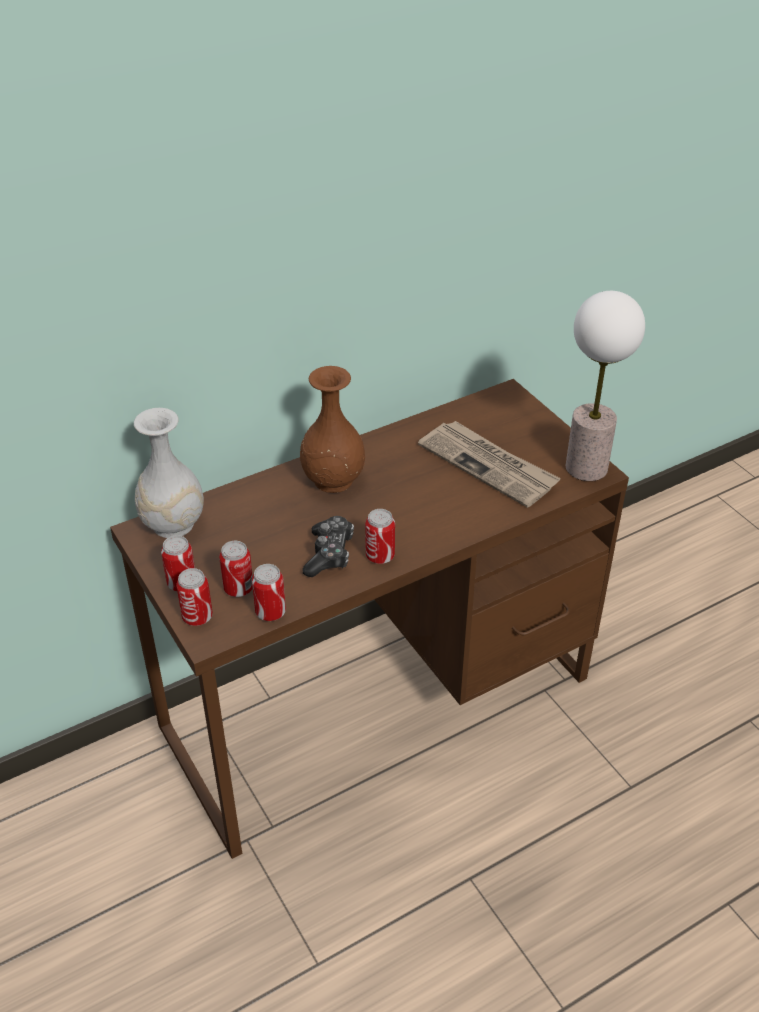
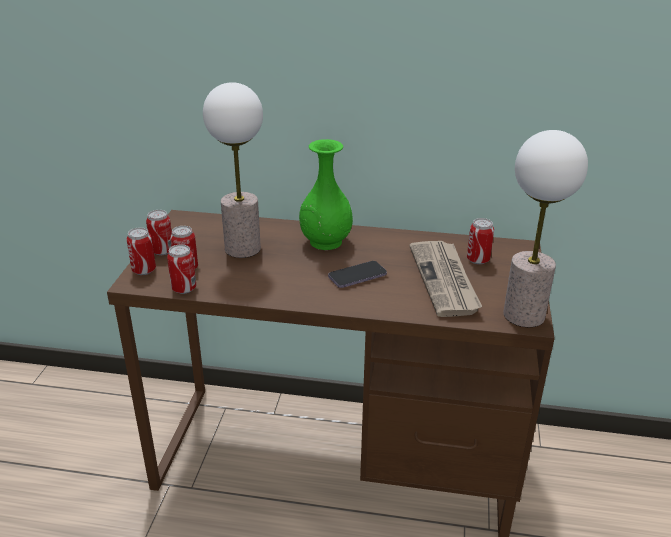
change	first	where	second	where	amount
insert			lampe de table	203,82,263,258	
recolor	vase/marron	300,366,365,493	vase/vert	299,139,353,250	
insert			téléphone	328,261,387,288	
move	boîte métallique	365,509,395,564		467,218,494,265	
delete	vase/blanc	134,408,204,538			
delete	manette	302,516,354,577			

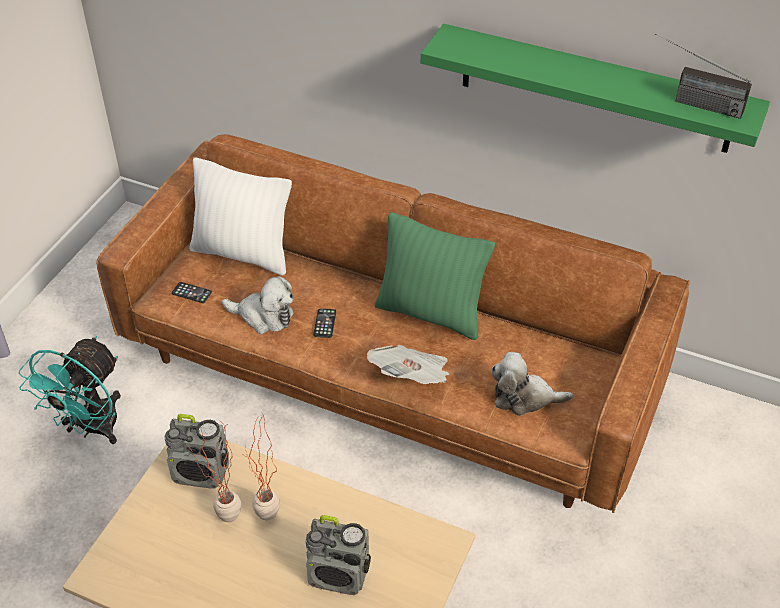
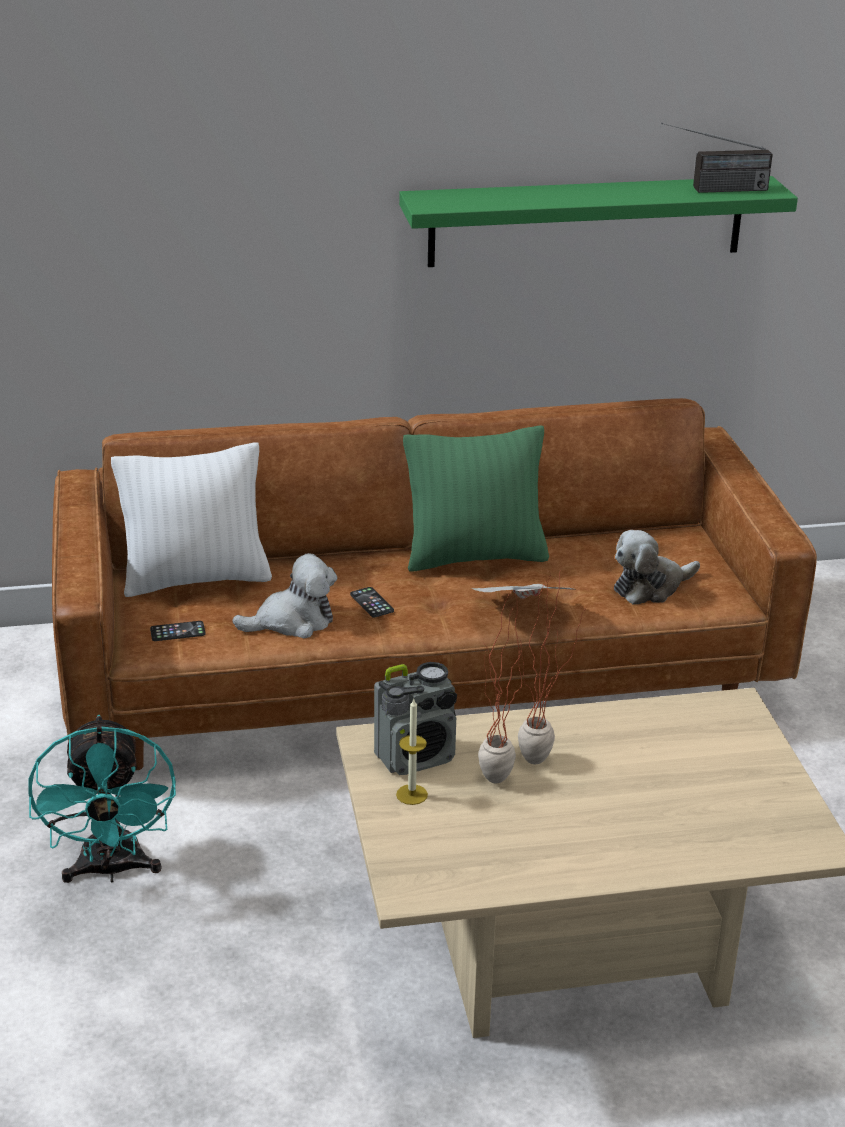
change	first	where	second	where	amount
insert			bougie	396,699,428,805	
delete	radio	305,515,371,595			

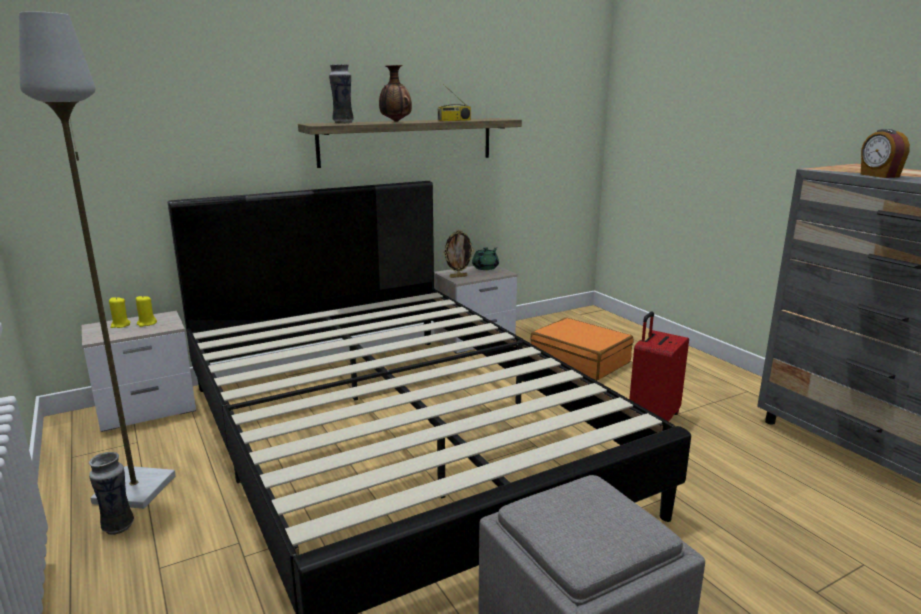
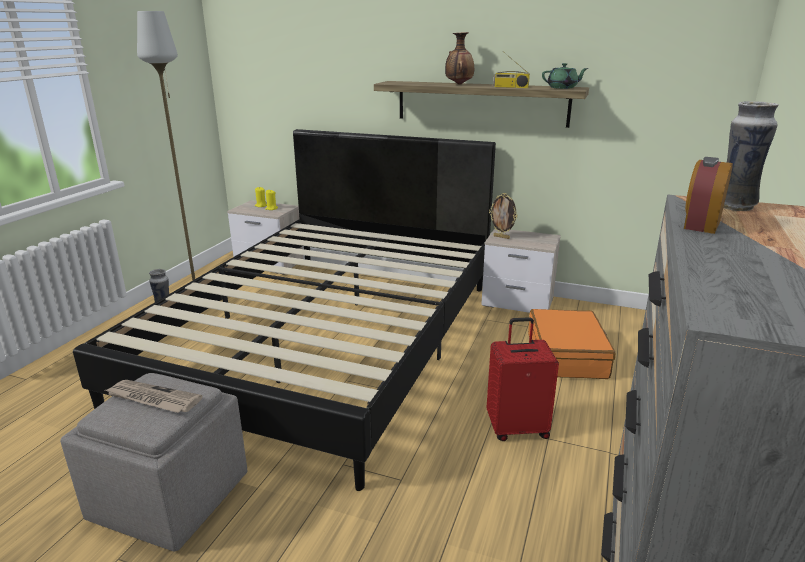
change	first	where	second	where	amount
insert			journal	105,380,203,413	
move	théière/vert	472,247,499,270		542,63,588,89	
move	vase	329,64,354,124		723,101,779,211	

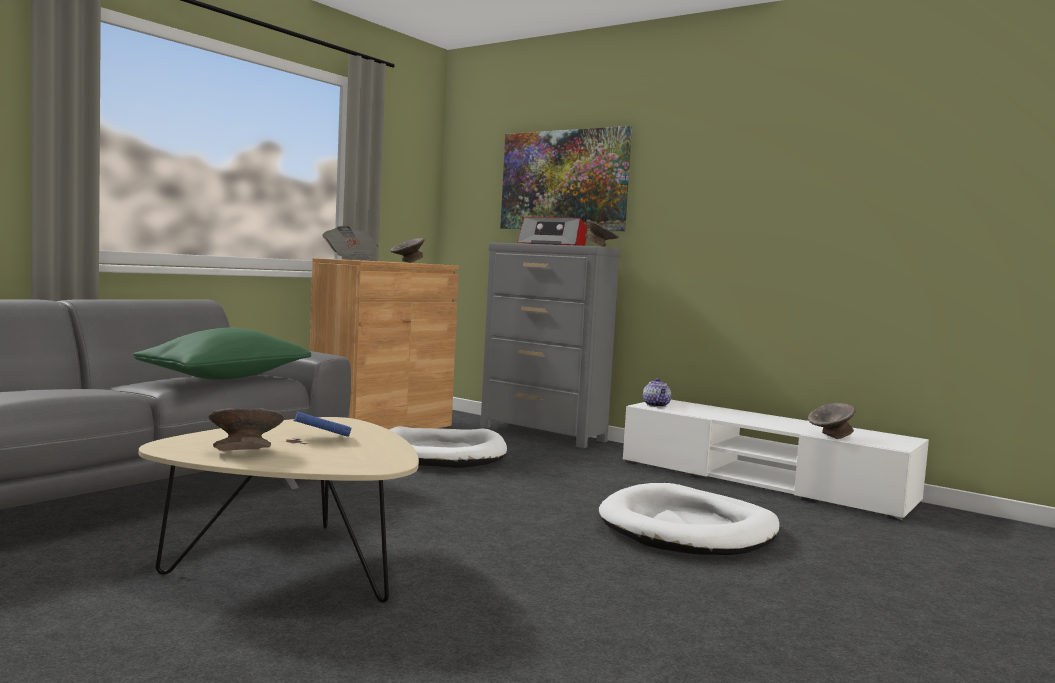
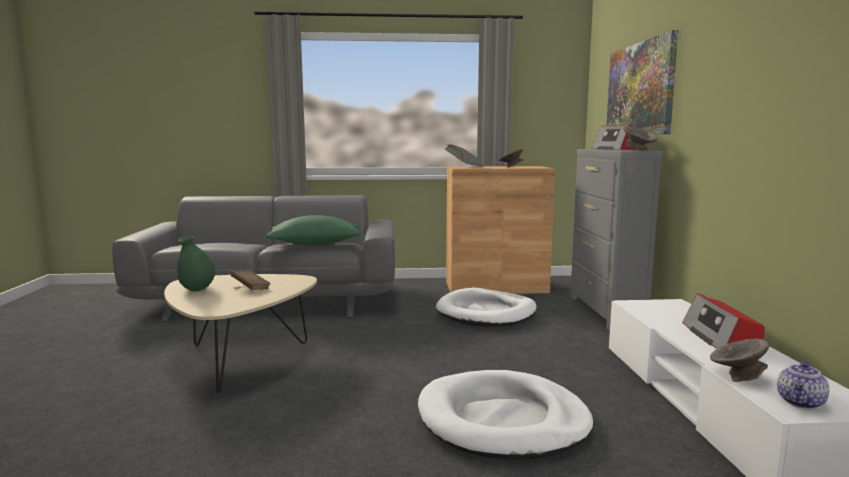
change	first	where	second	where	amount
replace	bol/gris	208,408,284,451	vase/vert	177,236,215,291	
recolor	livre/bleu	293,411,352,437	livre/marron	231,270,271,290	
insert			radio	682,293,764,349	
move	théière	643,378,671,407		777,361,829,409	

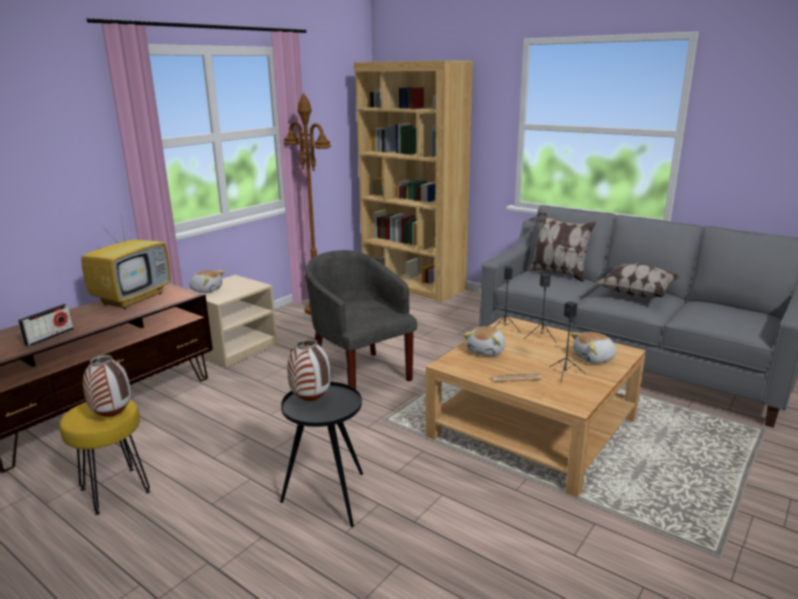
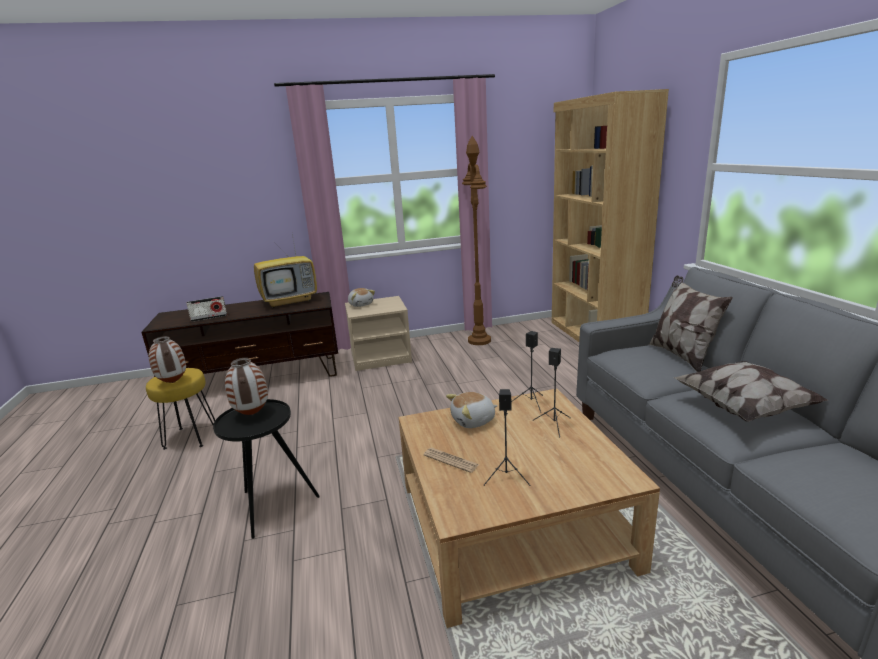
change	first	where	second	where	amount
delete	fauteuil/gris	305,250,417,389			
delete	peluche	570,332,617,363			

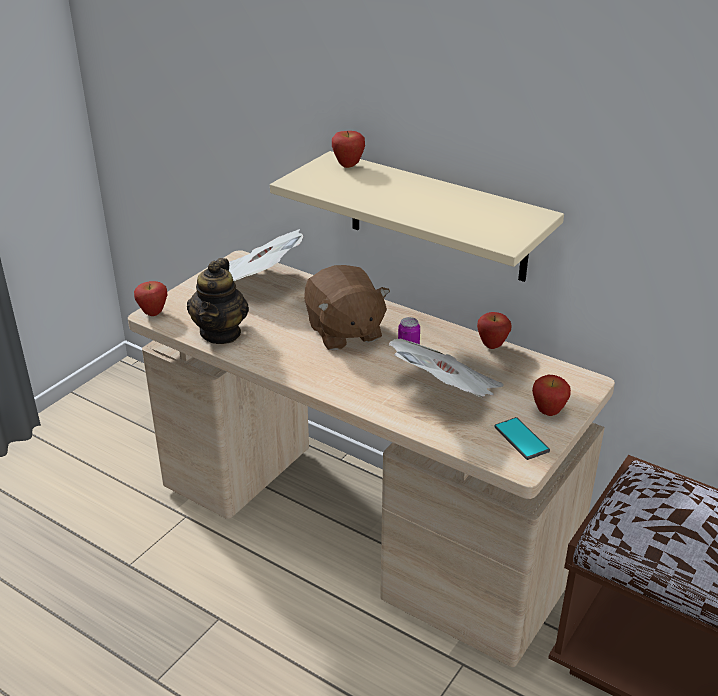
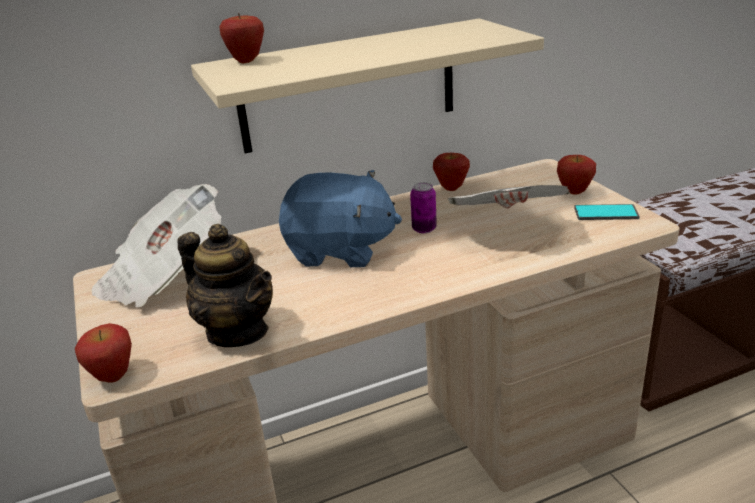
change	first	where	second	where	amount
recolor	peluche/marron	304,265,390,351	peluche/bleu	279,170,402,267	

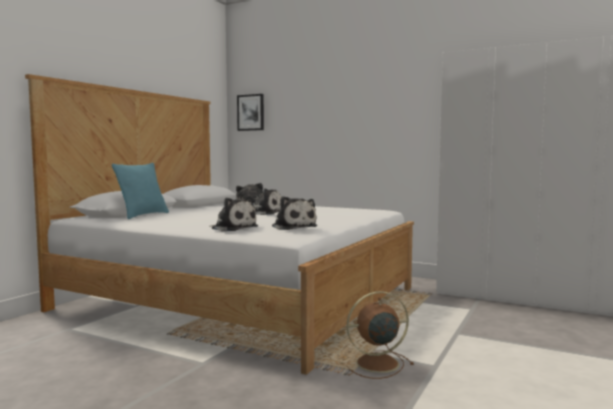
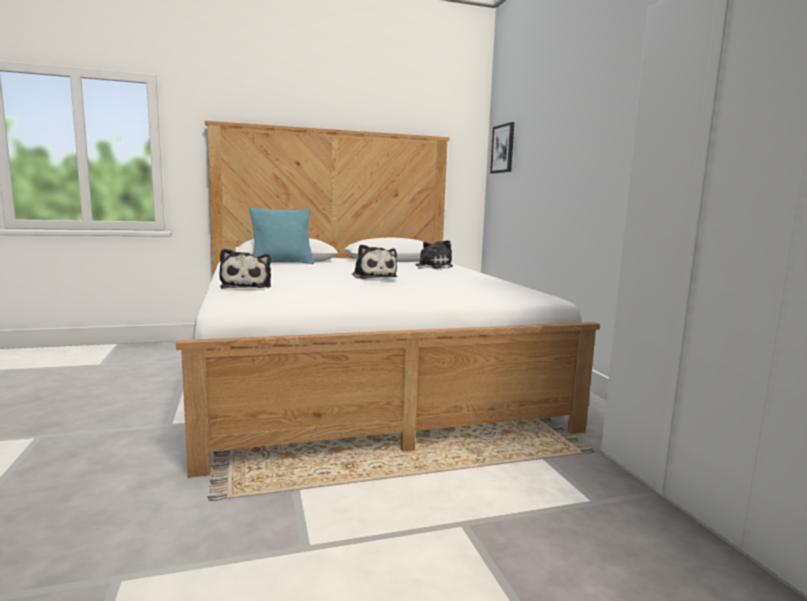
change	first	where	second	where	amount
delete	peluche	272,196,317,230			
delete	ventilateur/marron	347,291,414,379			

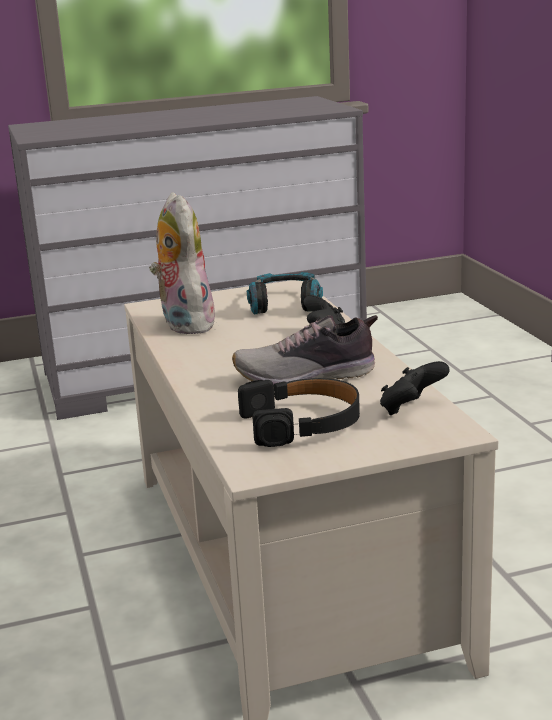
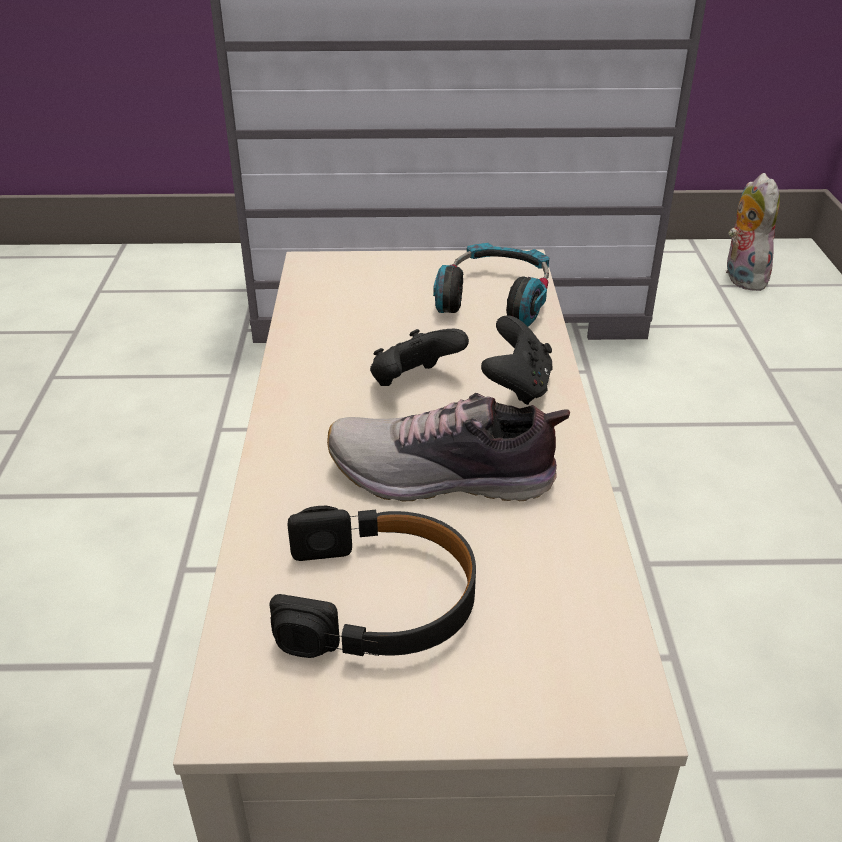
change	first	where	second	where	amount
move	manette/noir	380,361,450,415		370,329,469,386	
move	peluche	150,192,215,334		726,173,780,291	

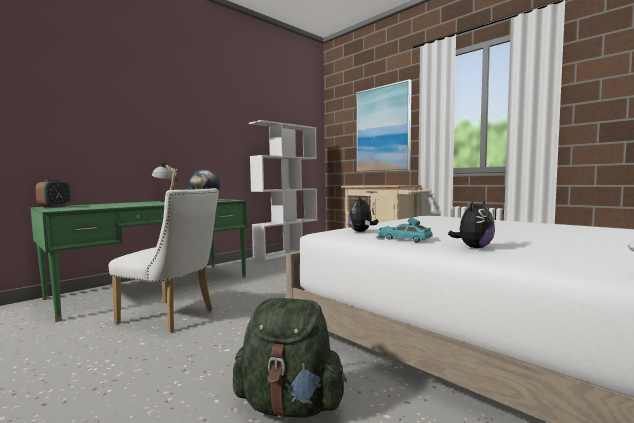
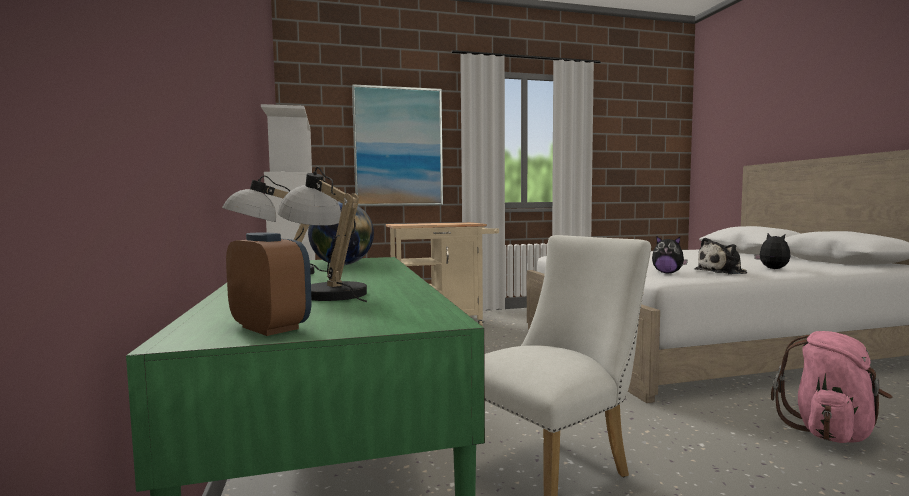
change	first	where	second	where	amount
insert			lampe de table	278,167,367,302	
replace	petite voiture/turquoise	376,217,433,242	peluche	695,238,747,274	
recolor	sac à dos/vert	233,298,347,418	sac à dos/rose	771,331,892,443	

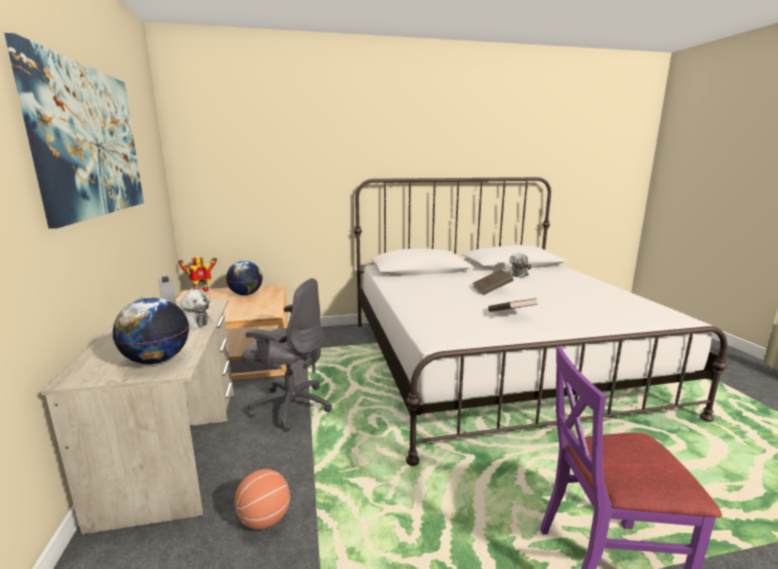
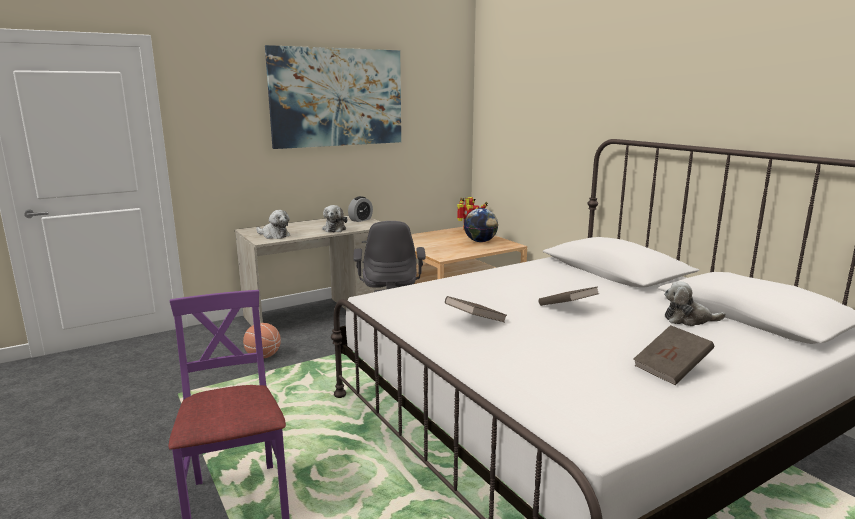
change	first	where	second	where	amount
replace	globe	113,297,189,364	peluche	256,210,290,239	
insert			livre/marron	633,325,714,385	

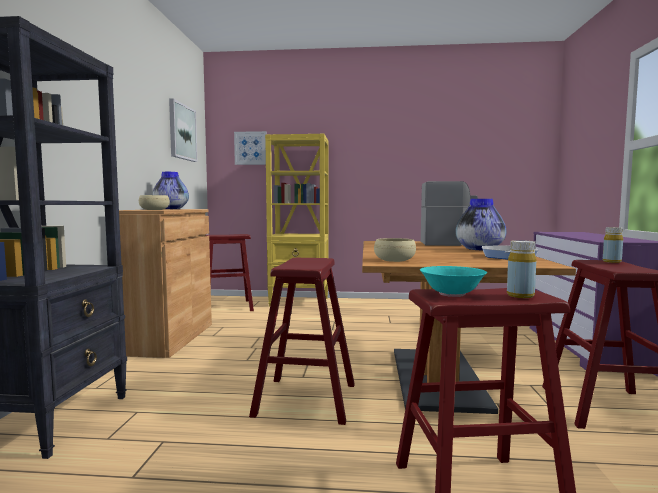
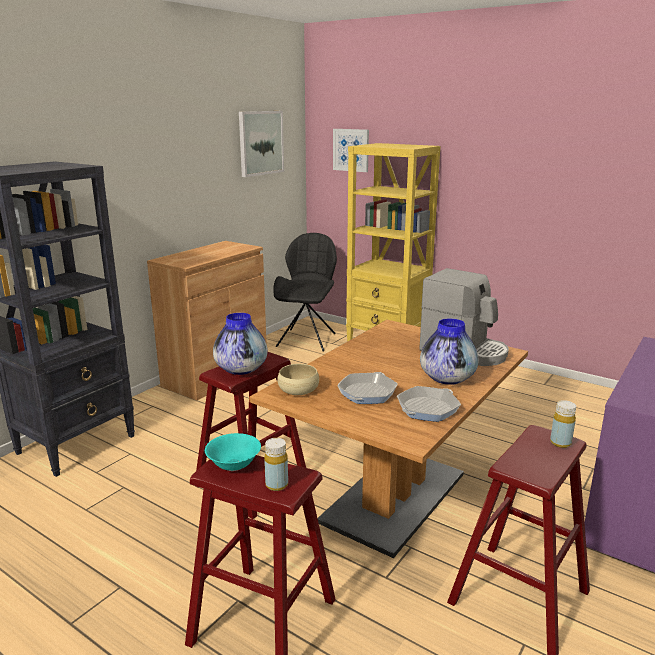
change	first	where	second	where	amount
move	vase	152,172,189,209		213,313,268,375	
replace	tabouret/rouge	206,234,254,311	chaise/noir	273,233,337,352	
insert			poêle	337,372,398,404	
delete	bol/beige	139,195,170,210			

